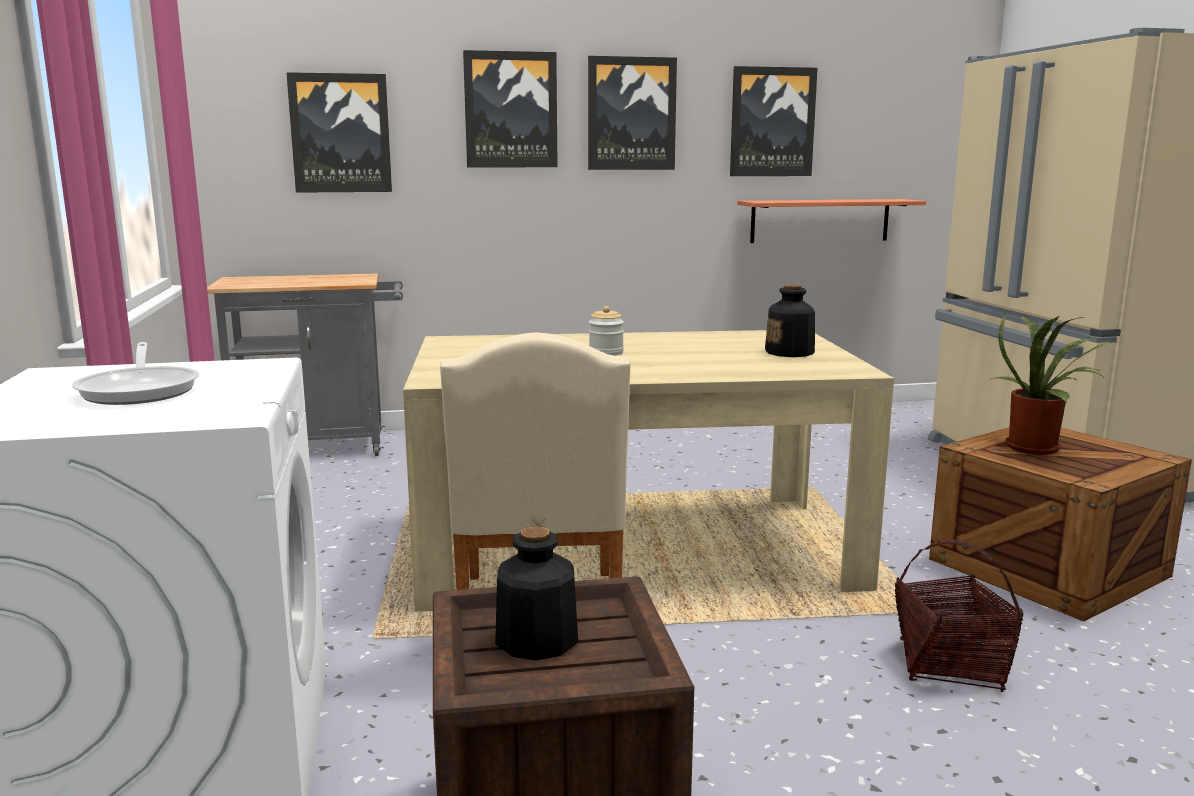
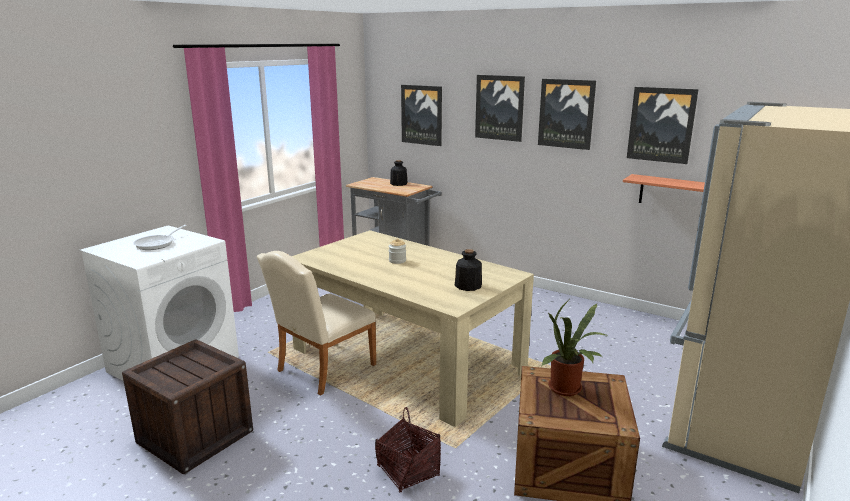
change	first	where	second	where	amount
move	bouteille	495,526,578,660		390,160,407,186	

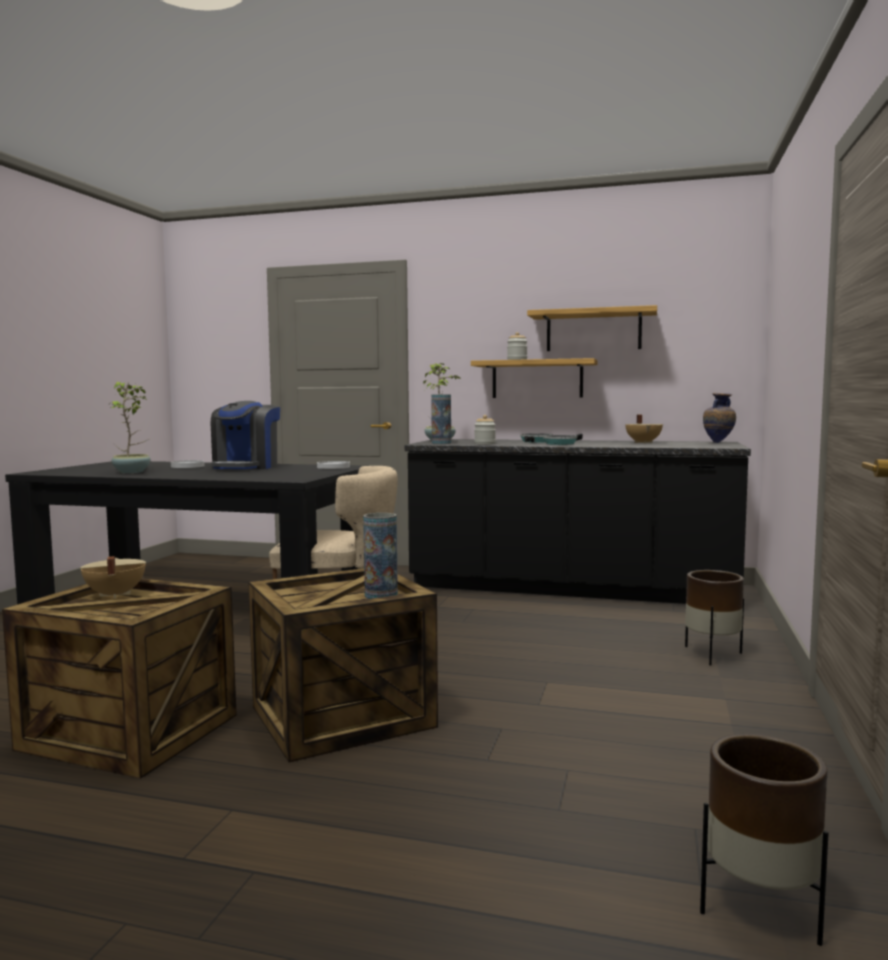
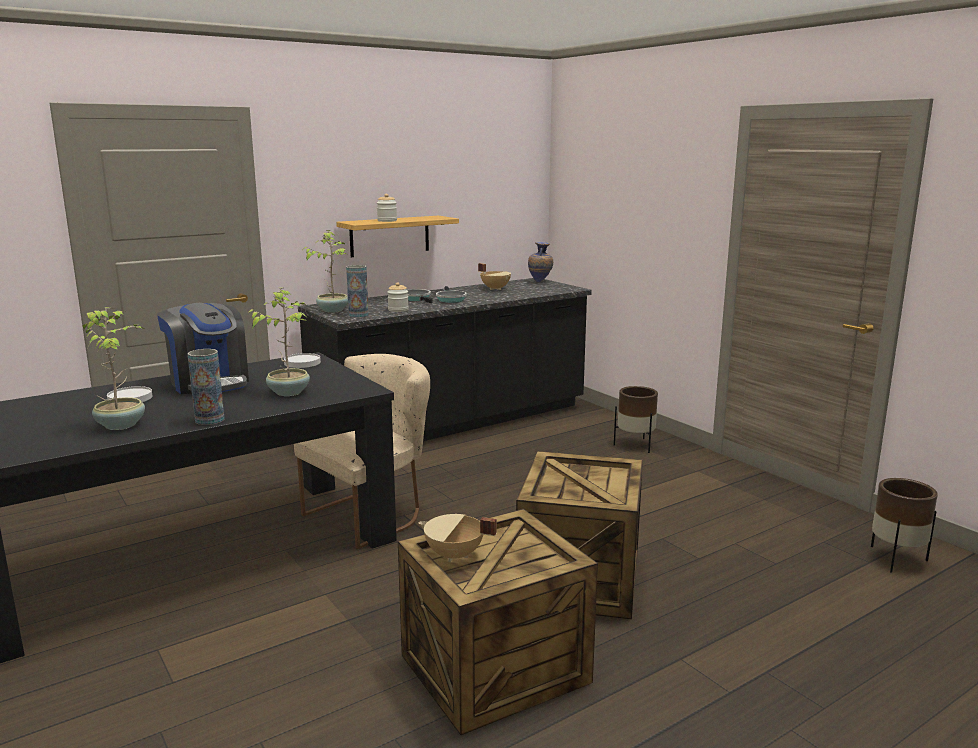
change	first	where	second	where	amount
move	vase	363,513,398,599		188,349,225,425	
insert			plante en pot	247,288,310,396	
delete	étagère	527,305,657,351			

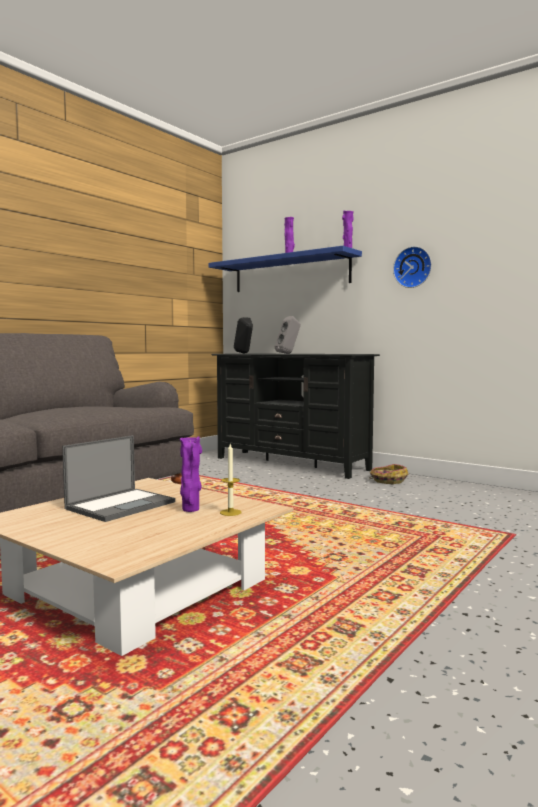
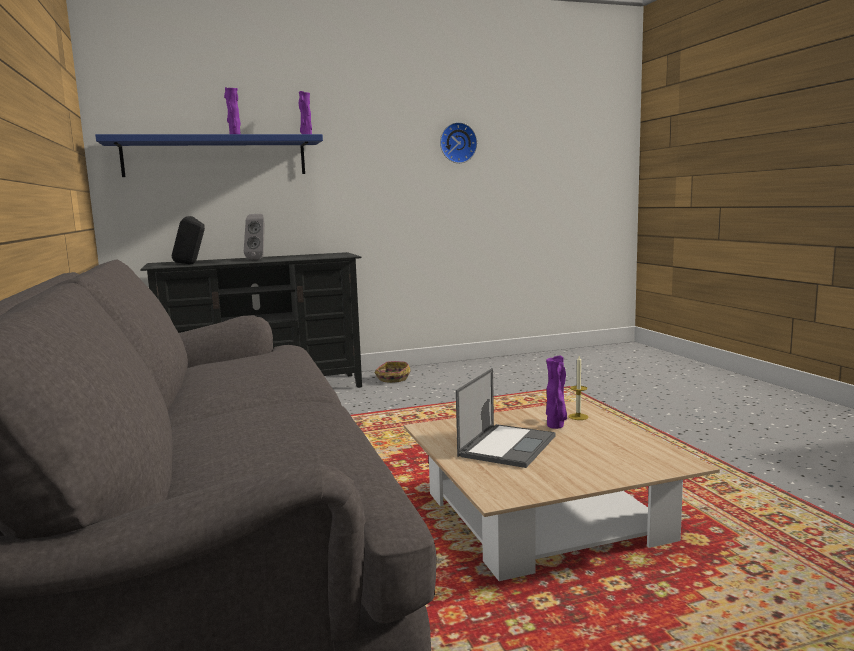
change	first	where	second	where	amount
move	horloge murale	393,246,432,288		440,122,477,163	
rotate	ordinateur portable	62,435,175,522		456,368,556,468	45 degrees clockwise

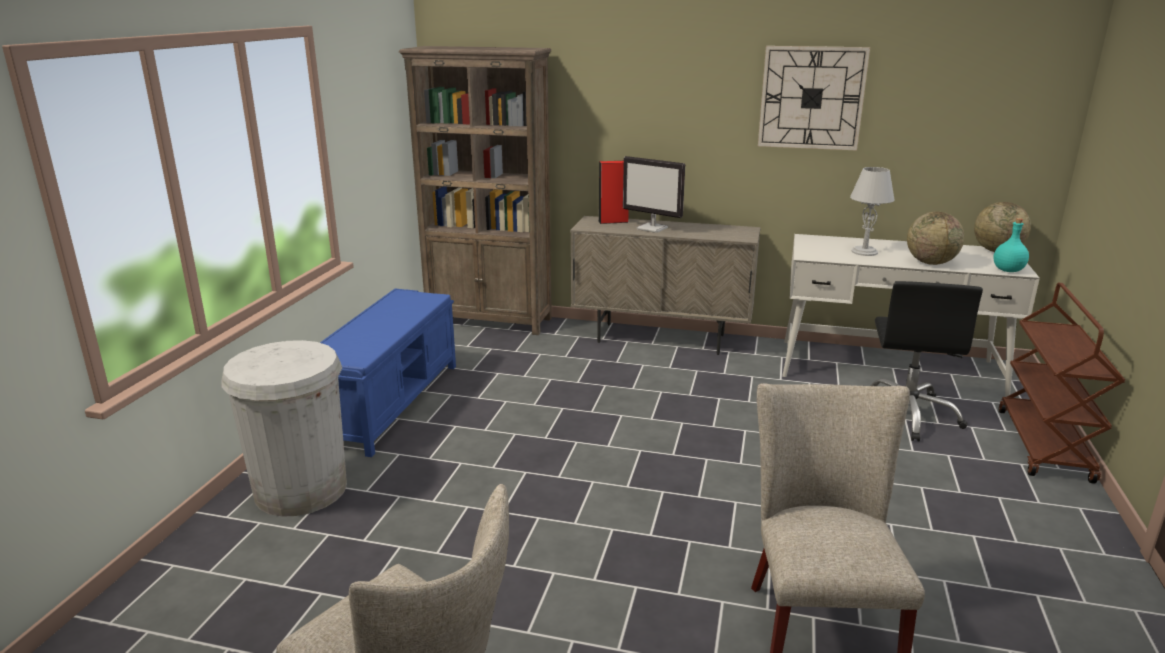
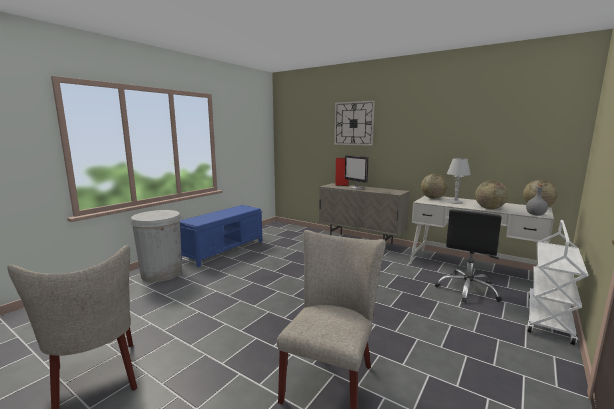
change	first	where	second	where	amount
move	horloge murale	758,46,870,150		334,101,375,146	
insert			globe	421,174,447,199	
recolor	bouteille/turquoise	993,218,1029,272	bouteille/gris	526,184,548,215	
recolor	chariot/marron	999,283,1125,484	chariot/blanc	527,220,588,345	
delete	bibliothèque/marron	399,46,552,335			

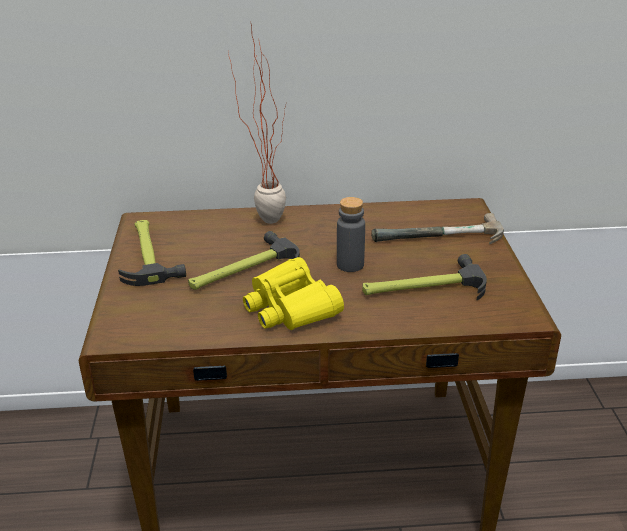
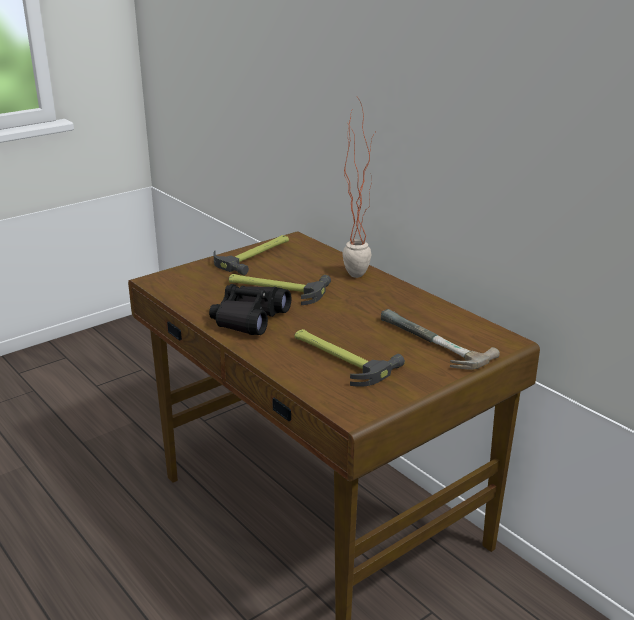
change	first	where	second	where	amount
recolor	jumelles/jaune	243,257,344,330	jumelles/noir	209,284,291,335	
delete	bouteille/gris	337,197,365,272			

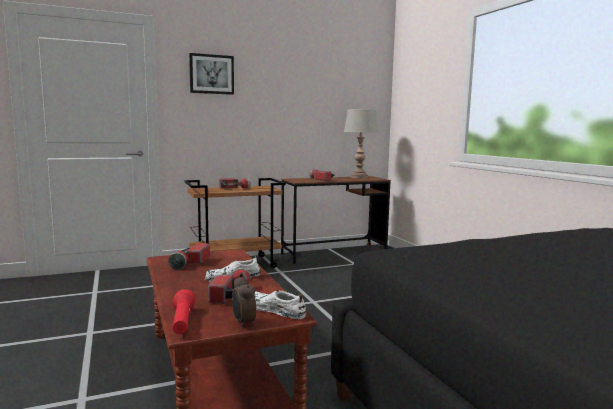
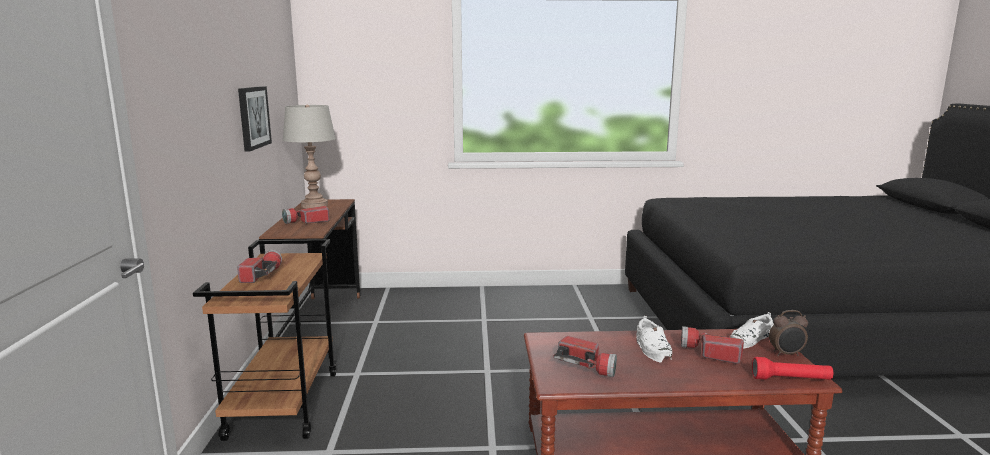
change	first	where	second	where	amount
move	tableau	189,53,234,95		238,86,272,152	

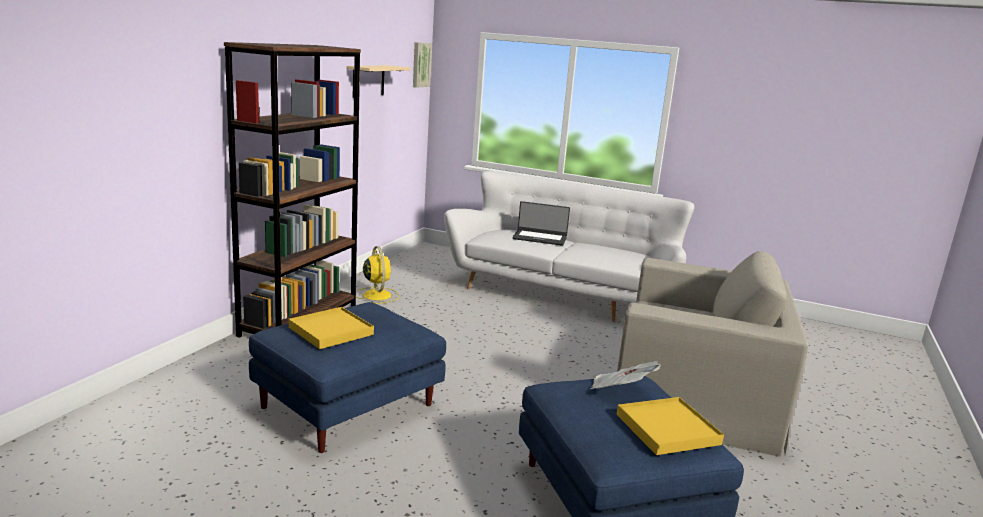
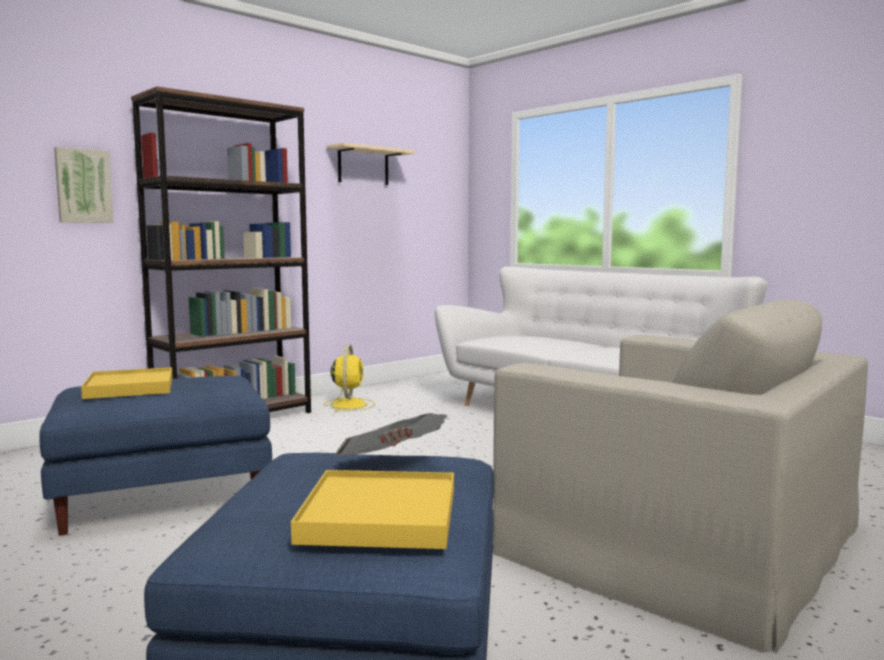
change	first	where	second	where	amount
move	tableau	413,42,432,88		54,147,114,223	
delete	ordinateur portable	512,201,570,246			

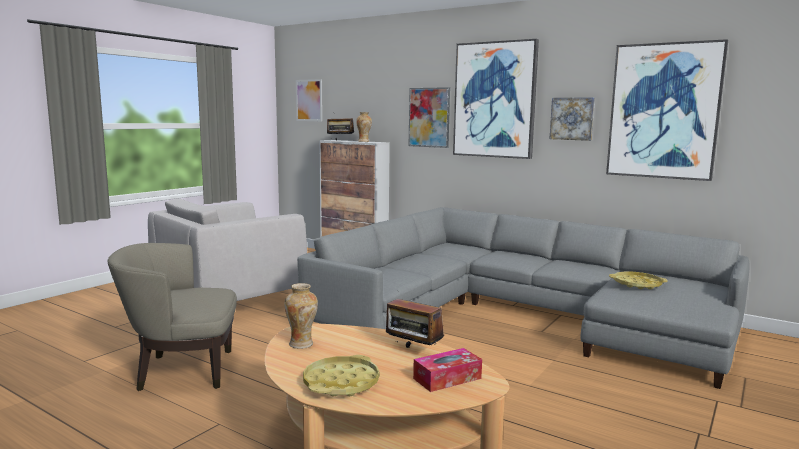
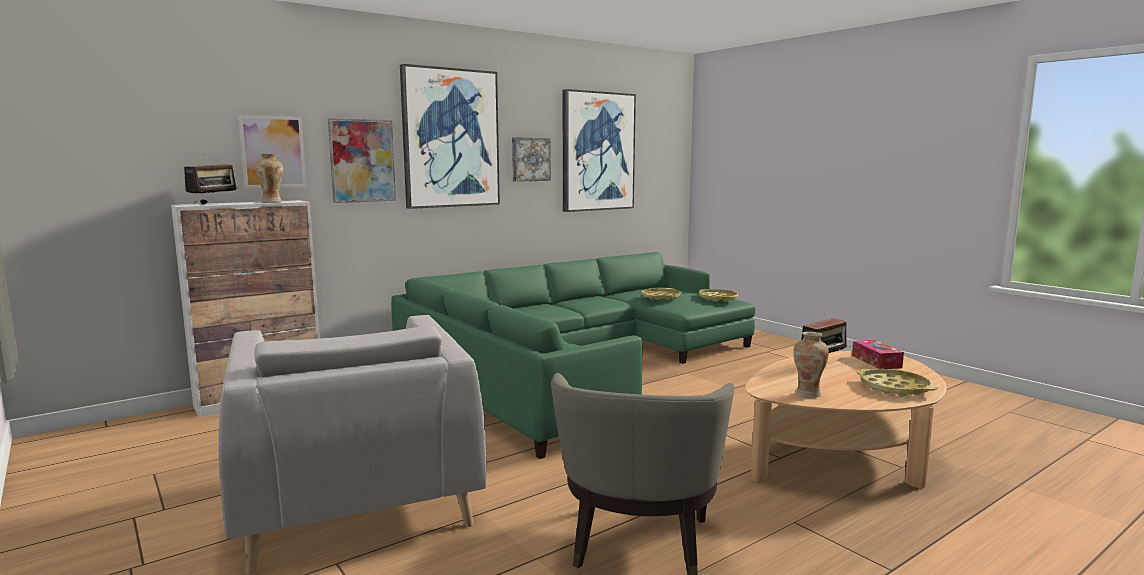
change	first	where	second	where	amount
move	tableau	296,79,322,121		238,115,307,188	
recolor	canapé/gris	297,207,749,389	canapé/vert	391,252,755,459	
insert			plateau/jaune	699,289,738,302	

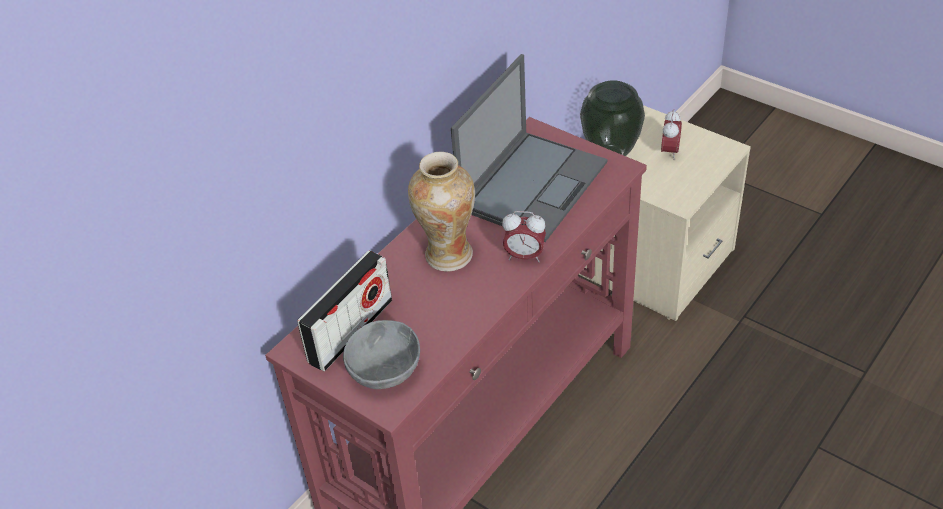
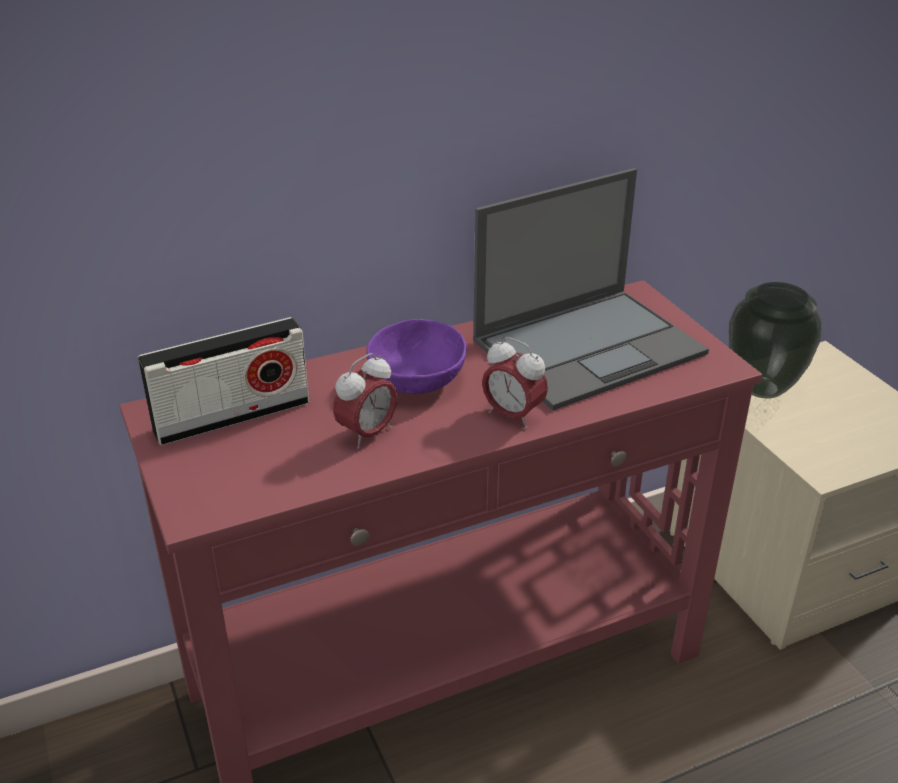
change	first	where	second	where	amount
move	réveil	661,109,682,160		333,353,398,449	
replace	vase	408,152,475,272	bol/violet	367,319,467,394	
delete	bol/gris	343,320,420,389			

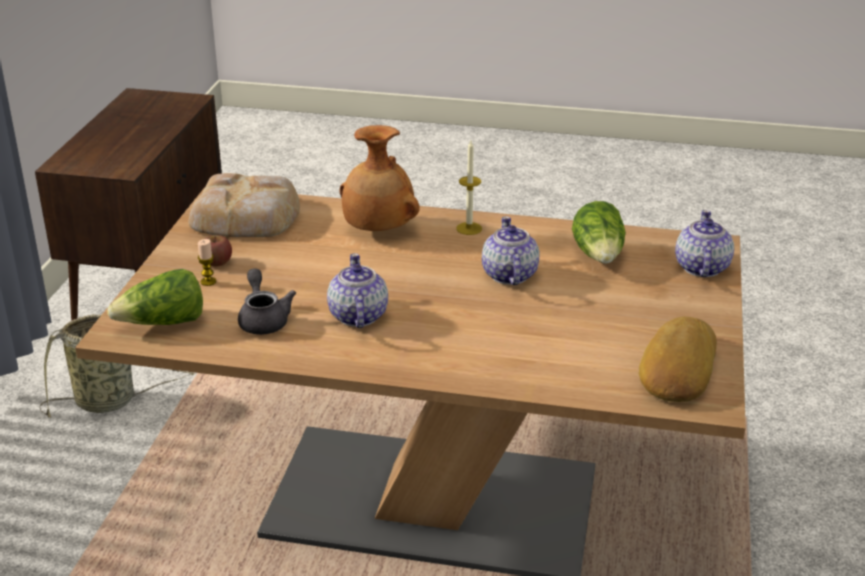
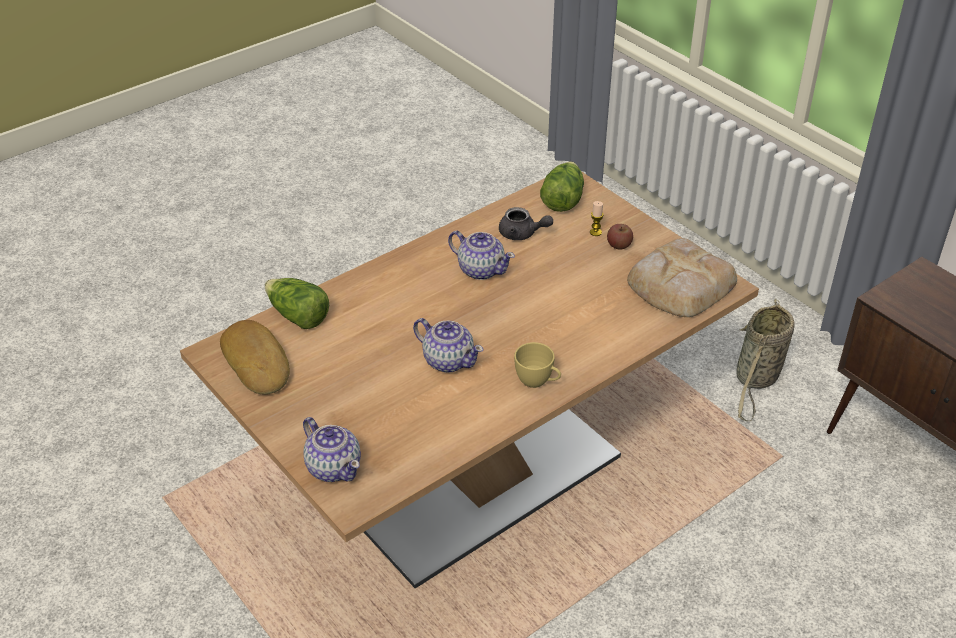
change	first	where	second	where	amount
move	laitue	572,201,626,264		265,278,329,329	
replace	bougie	456,140,482,235	tasse/jaune	514,342,561,388	
delete	vase/marron	340,125,420,231			

